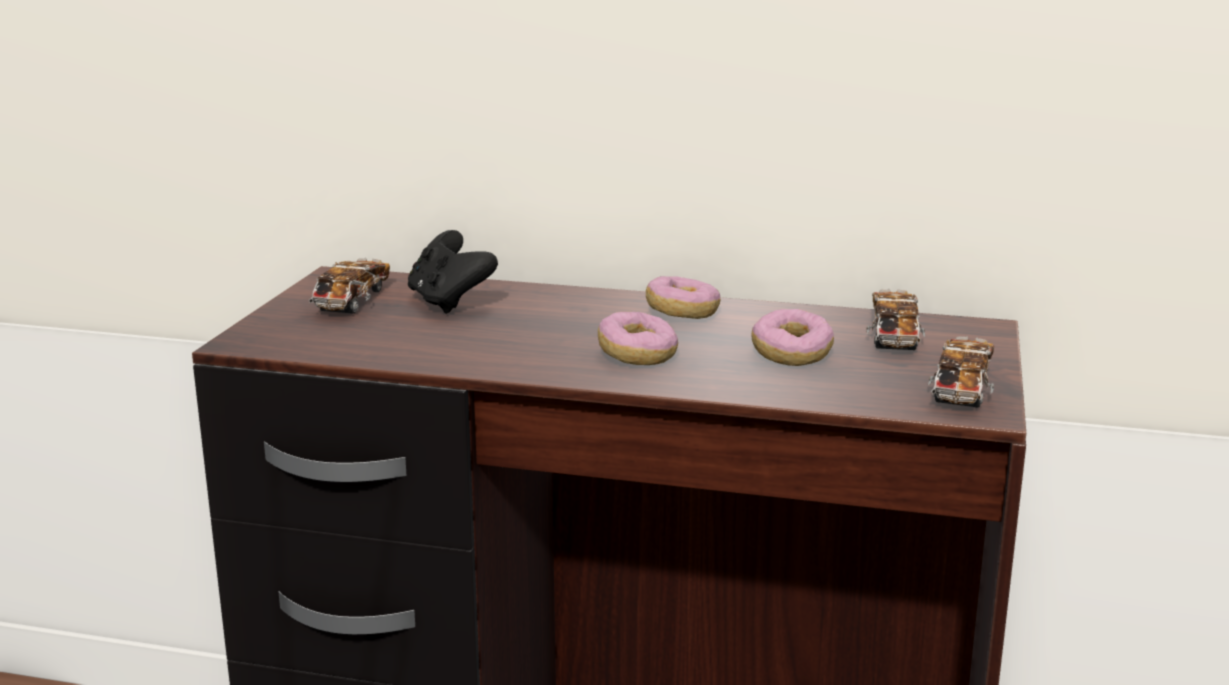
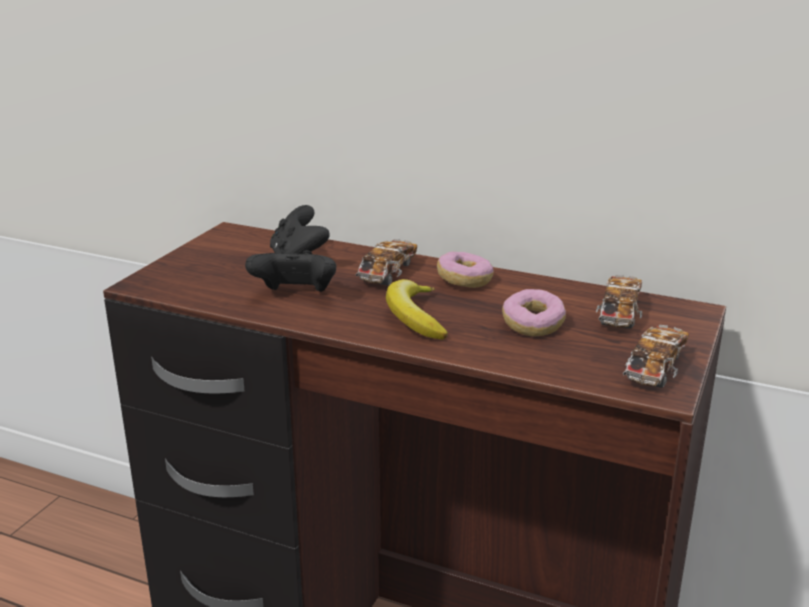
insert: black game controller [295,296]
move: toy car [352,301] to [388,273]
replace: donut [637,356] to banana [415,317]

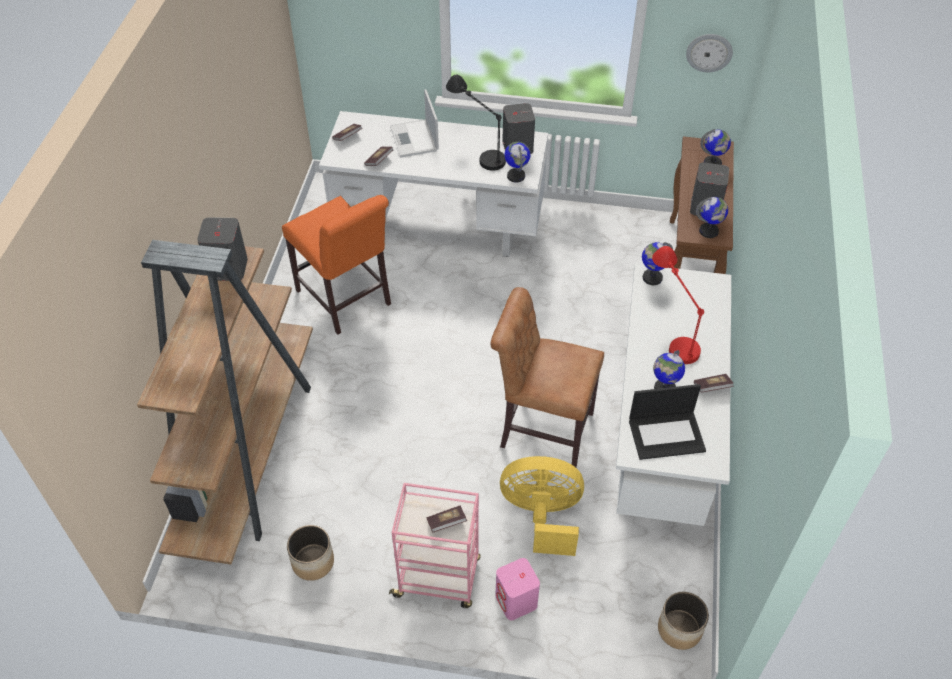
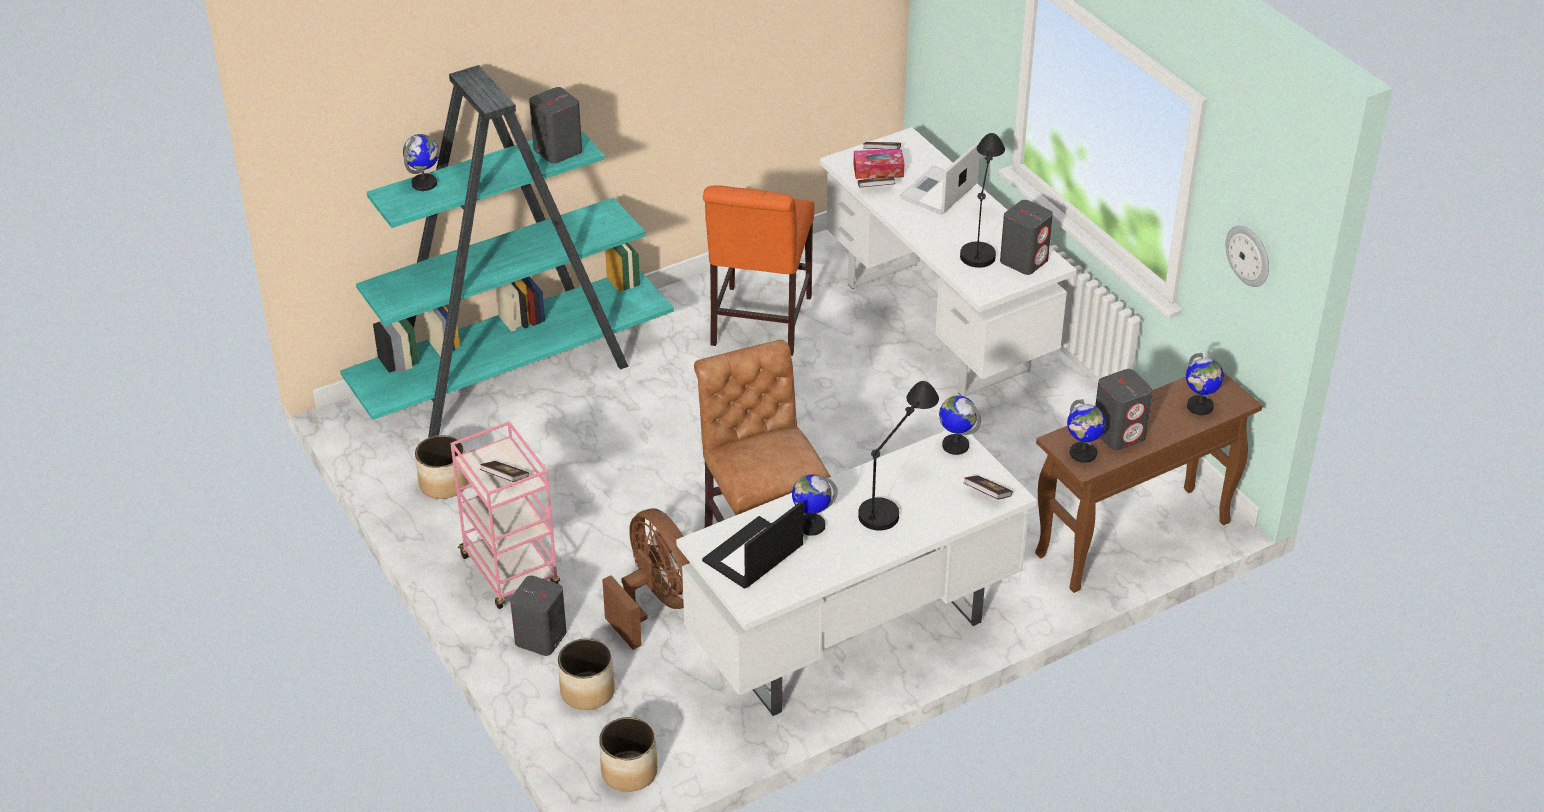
insert: planter [587,691]; tissue box [878,170]
move: globe [516,176] to [424,184]; book [712,387] to [987,494]
recolor: brown bookcase [248,451] to turquoise bookcase [514,374]; pink speaker [516,601] to grey speaker [540,638]; yellow fan [542,516] to brown fan [656,604]; red table lamp [671,331] to black table lamp [895,494]
rotate: laptop [667,434] = [753,555] 90 degrees clockwise

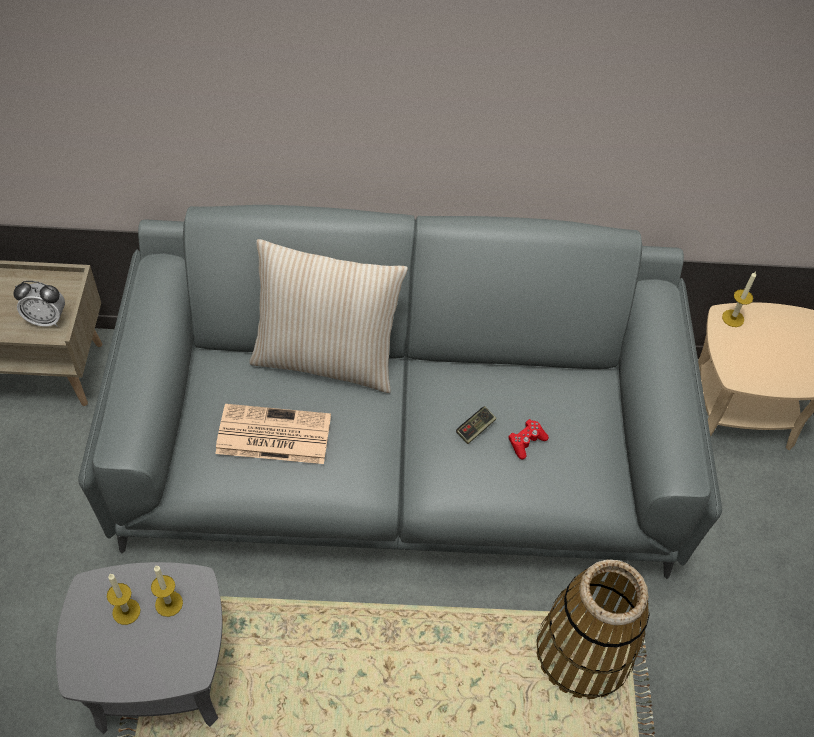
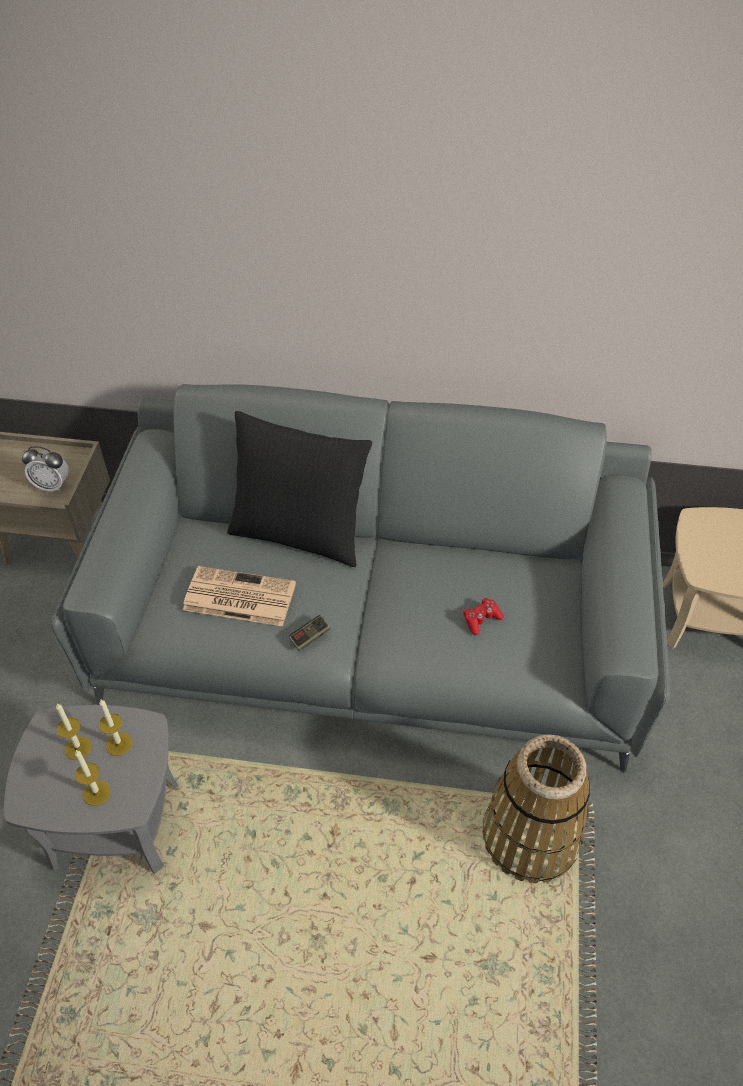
move: game controller [475,429] to [310,637]; candle [733,318] to [96,793]
recolor: beige pillow [326,359] to black pillow [299,533]

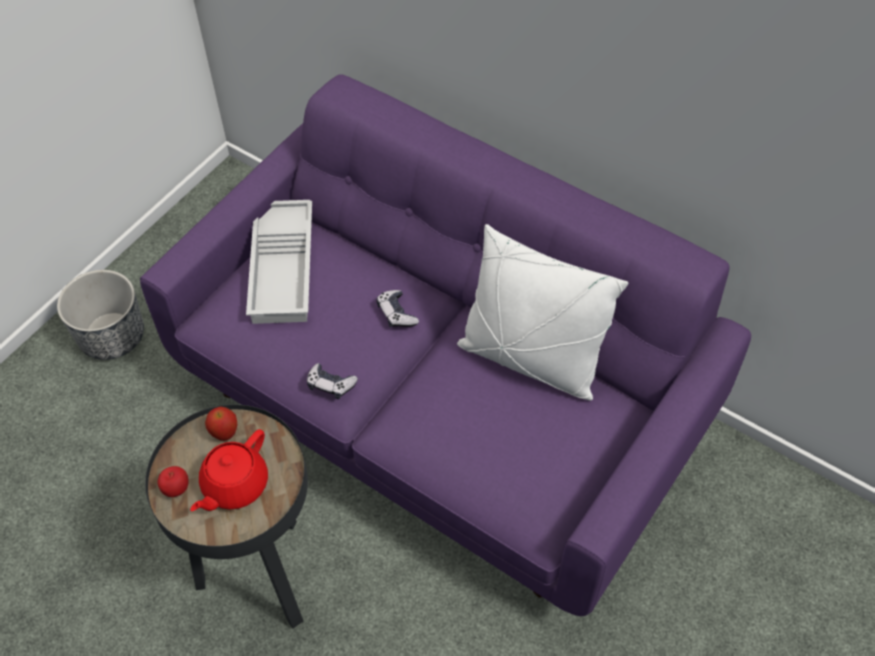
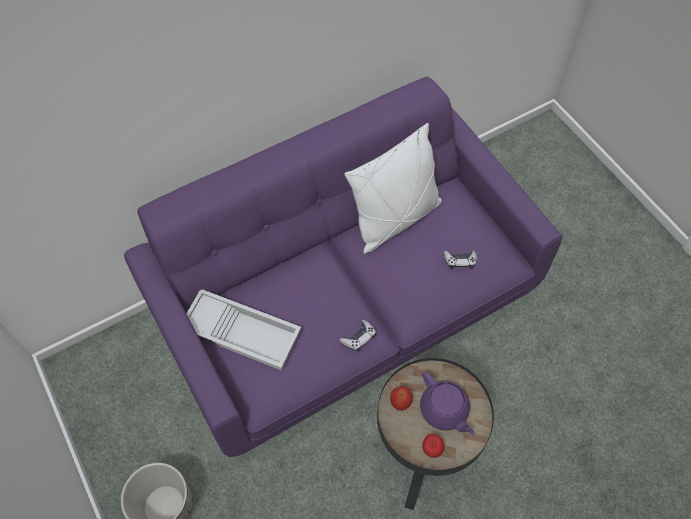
move: game controller [396,313] to [460,261]
recolor: red teapot [234,485] to purple teapot [444,410]

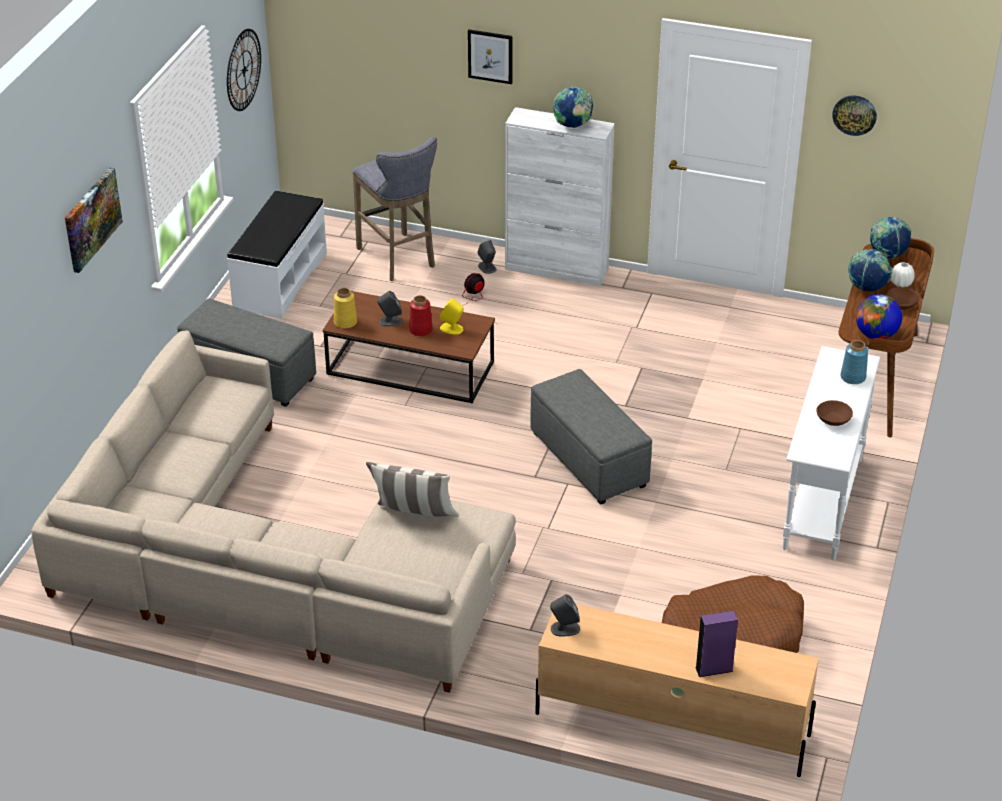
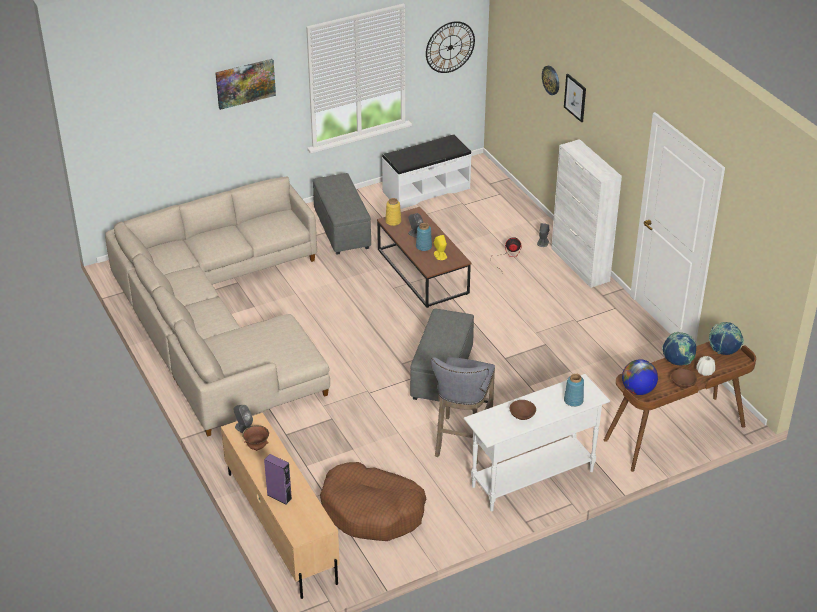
delete: pillow [414,519]; globe [572,126]
insert: brown bowl [257,447]
move: grey stool [399,259] to [462,442]; wall clock [854,114] to [551,80]
recolor: red vase [420,330] to blue vase [424,246]

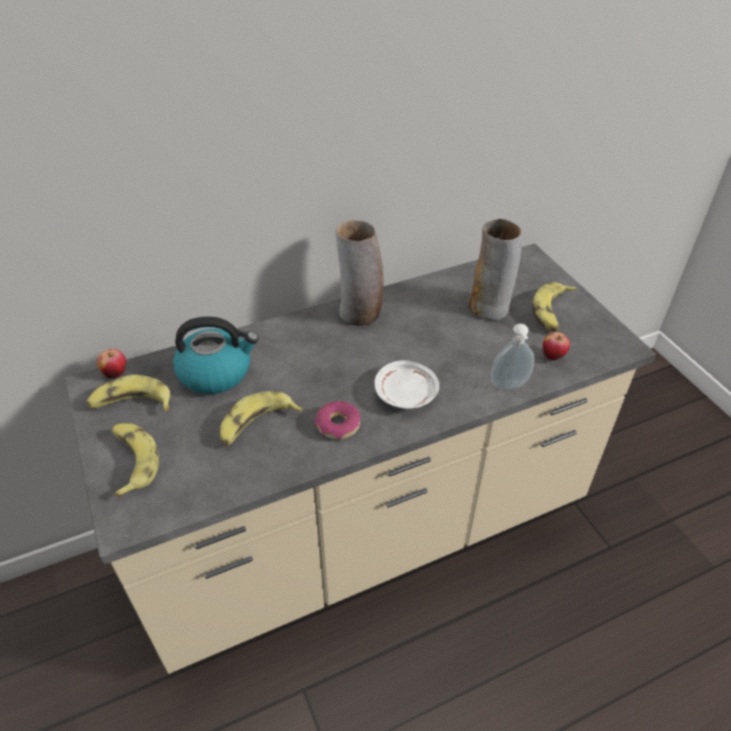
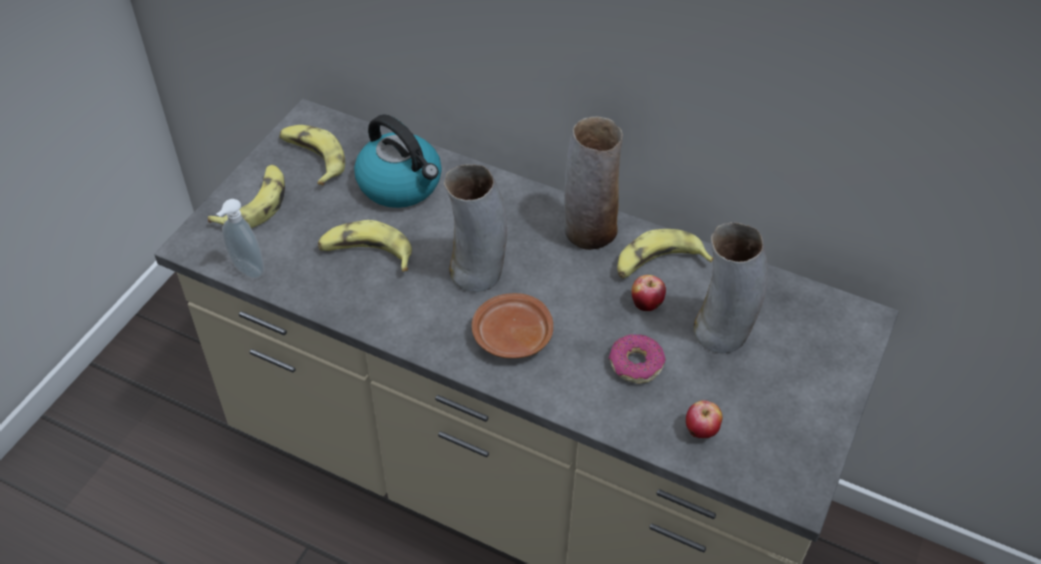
insert: vase [477,271]
move: apple [115,373] to [646,304]; donut [338,425] to [635,364]; soap dispenser [509,386] to [246,271]; banana [552,312] to [658,264]
recolor: white plate [406,393] to brown plate [512,336]

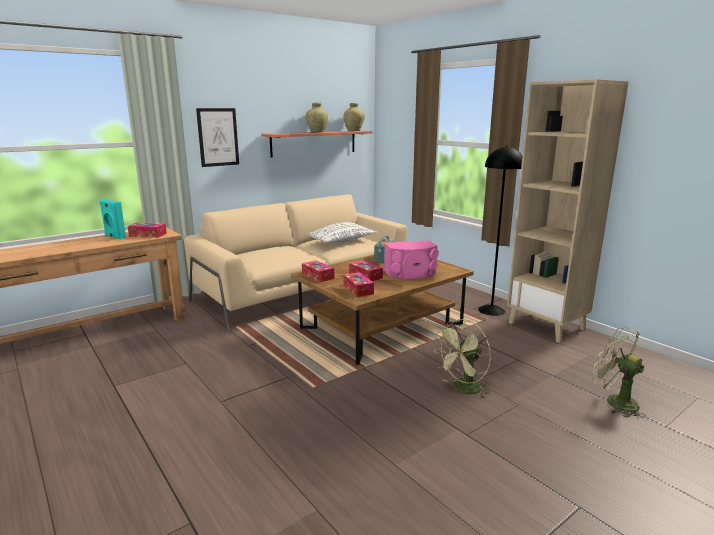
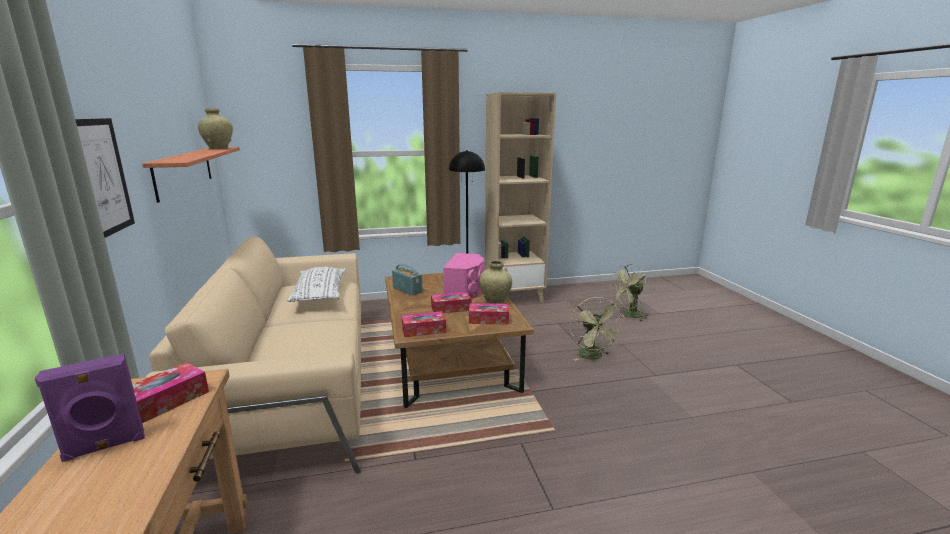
move: beige vase [317,132] to [495,301]
recolor: turquoise speaker [114,237] to purple speaker [105,447]

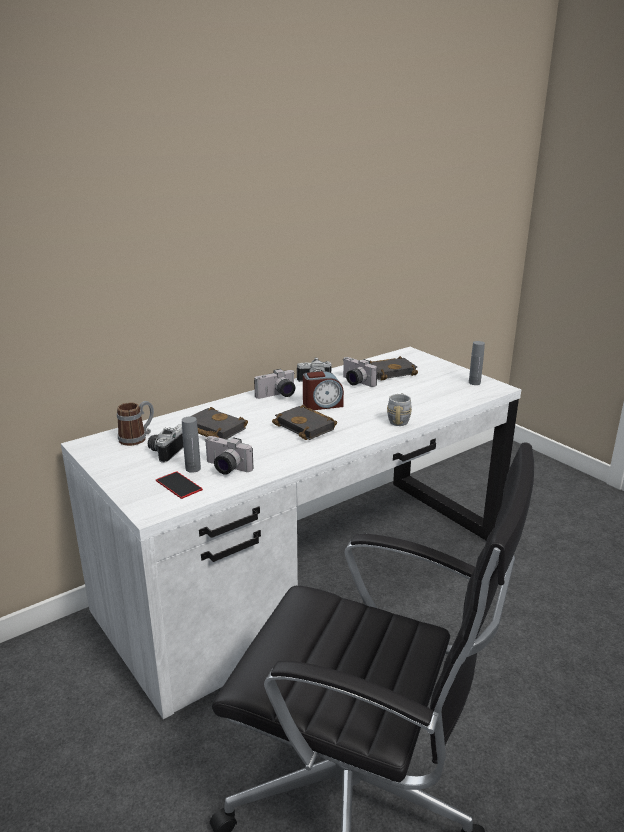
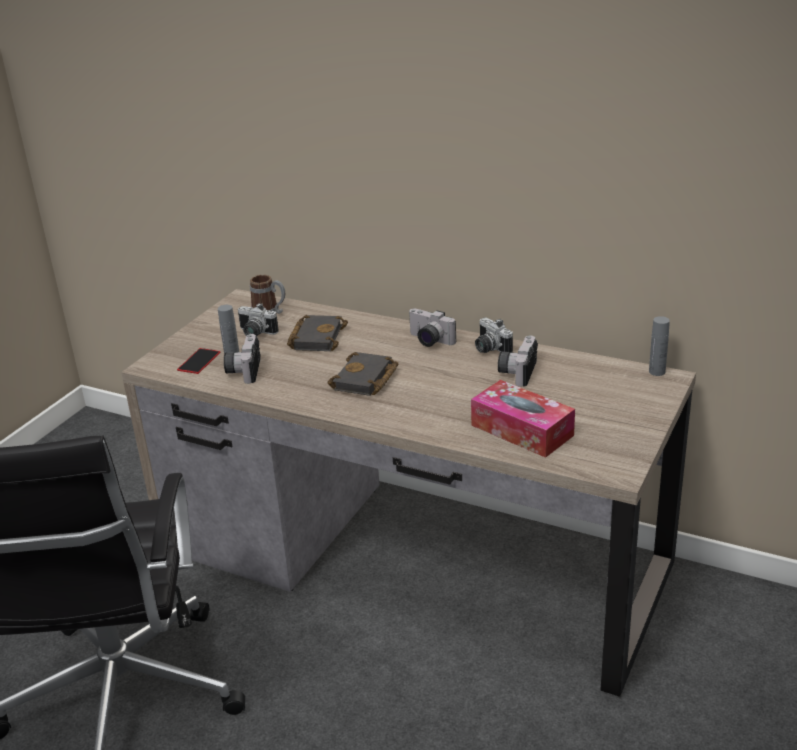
delete: alarm clock [322,405]; black book [391,372]; grey mug [399,419]
insert: tissue box [522,430]
move: grey bottle [474,383] to [657,371]
recolor: white desk [310,574] to brown desk [411,558]
rotate: photo camera [165,451] = [255,333] 150 degrees counterclockwise

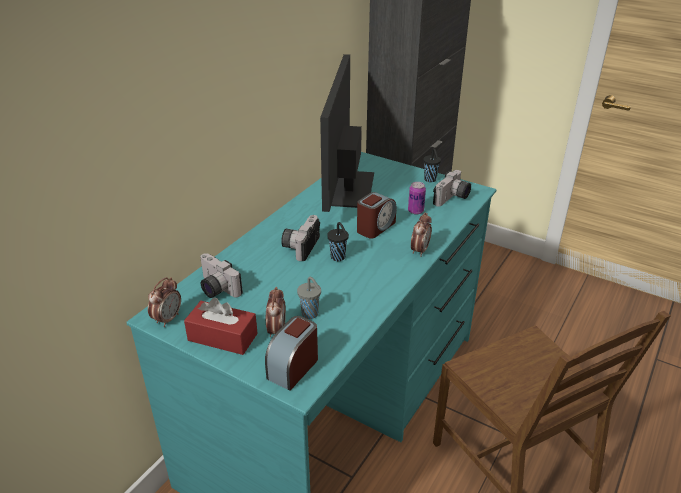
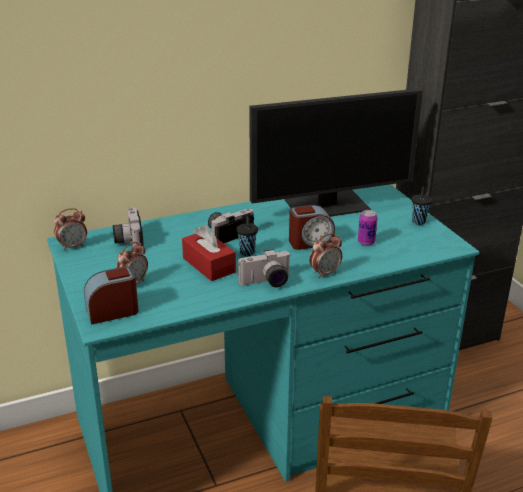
delete: grey cup [311,314]
move: red tissue box [222,337] to [209,265]; photo camera [452,199] to [266,283]
rotate: monitor [348,189] = [328,205] 150 degrees counterclockwise

